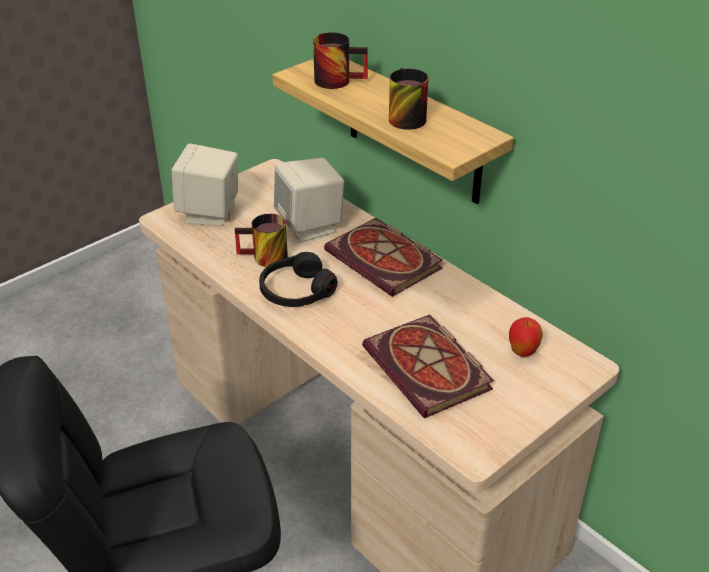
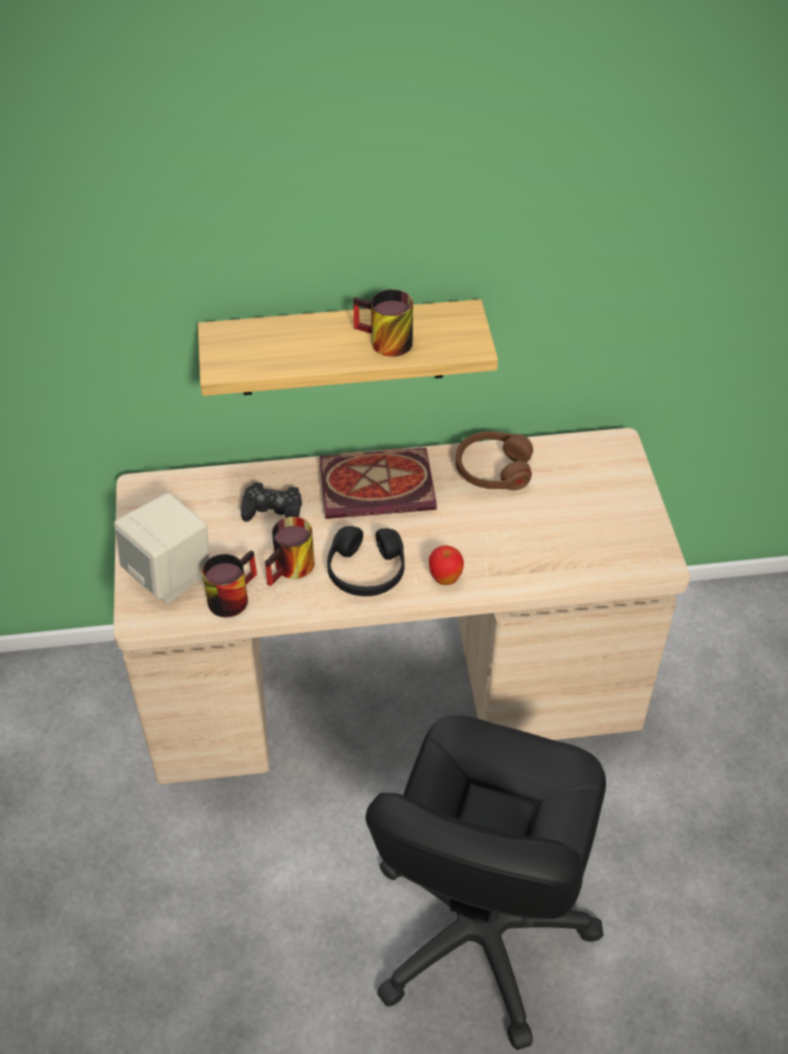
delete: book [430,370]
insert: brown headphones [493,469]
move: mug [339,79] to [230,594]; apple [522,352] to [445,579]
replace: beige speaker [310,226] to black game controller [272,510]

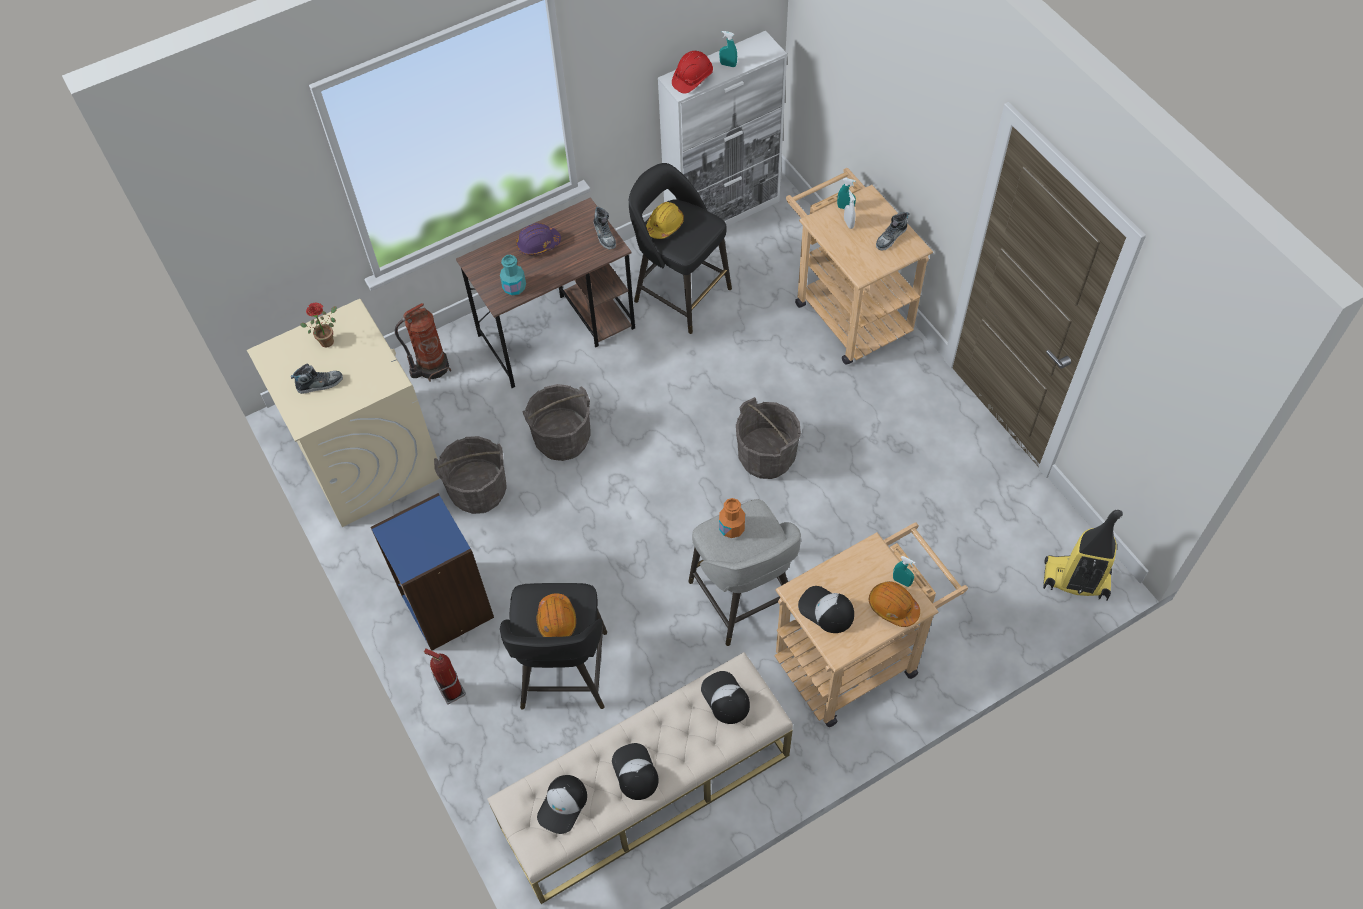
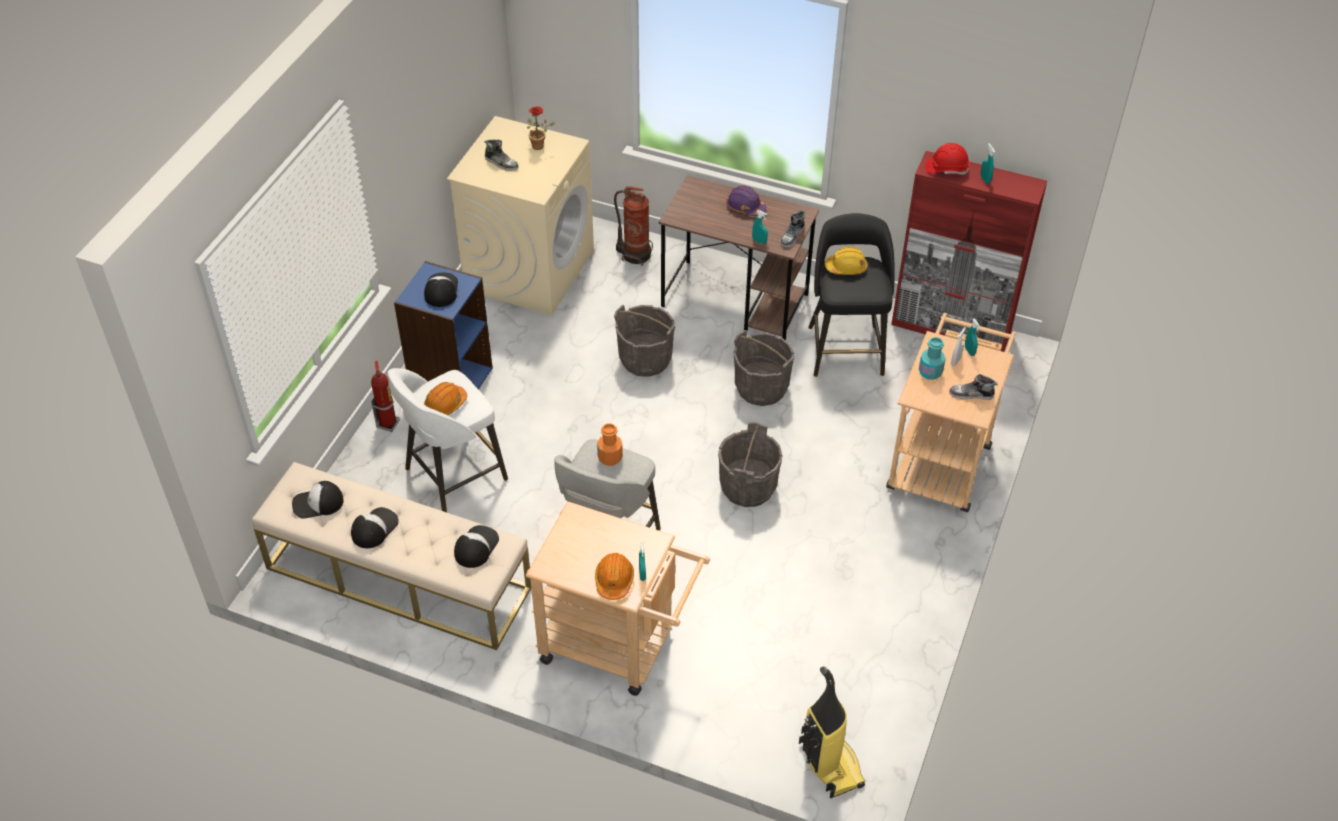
insert: turquoise spray bottle [759,241]
move: grey bucket [478,490] to [761,387]; turquoise bottle [514,287] to [930,372]; cap [826,610] to [441,290]
recolor: black stool [563,673] to white stool [453,475]; white cabinet [723,212] to red cabinet [951,328]

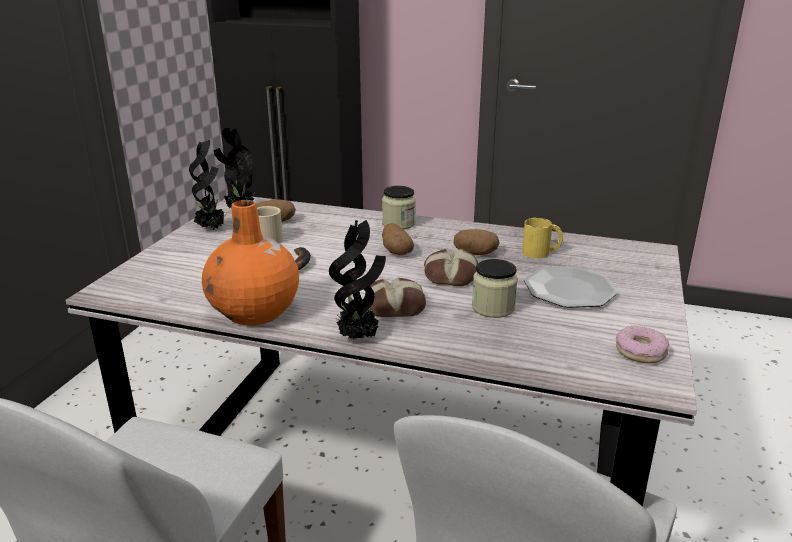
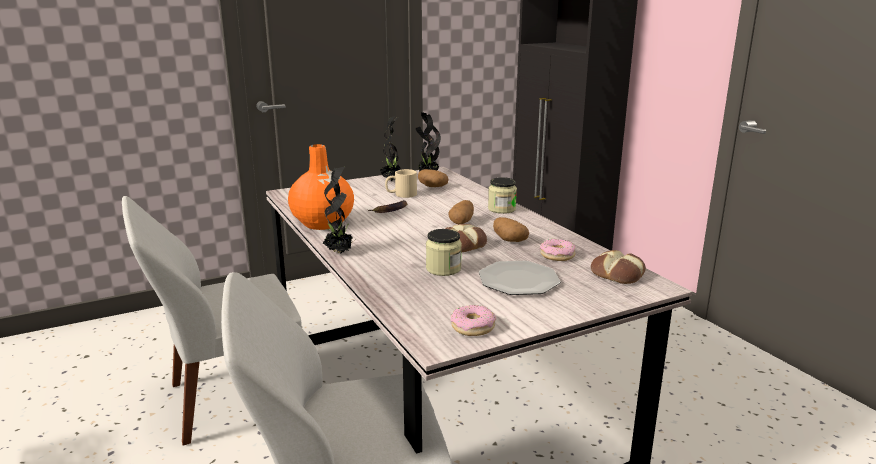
move: bread [395,305] to [618,274]
replace: yellow mug [541,252] to donut [557,255]

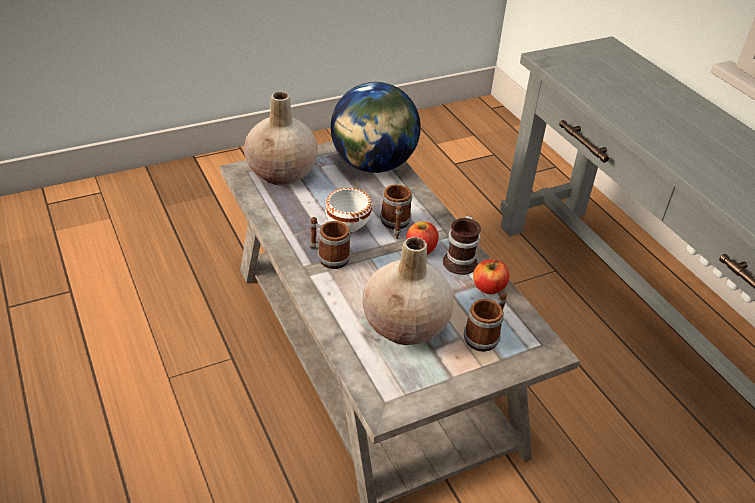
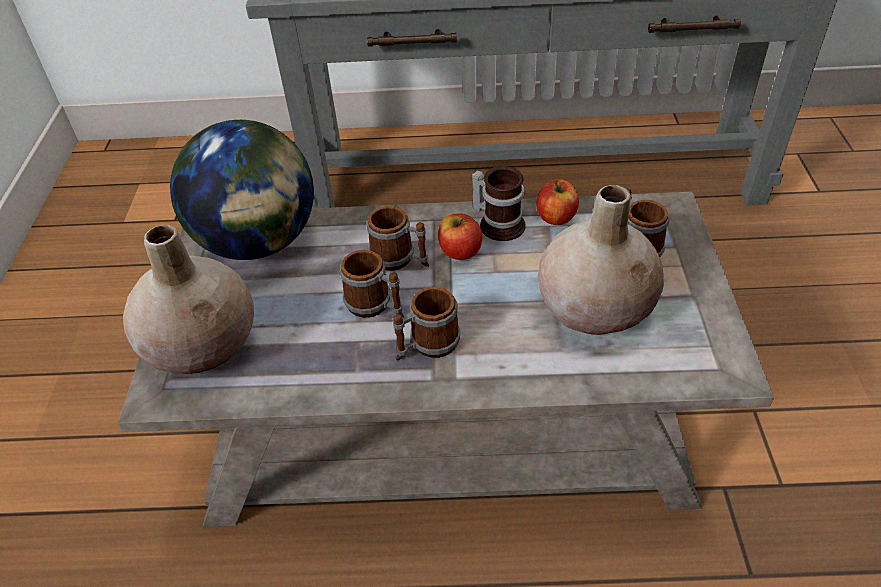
replace: white bowl [348,227] to mug [375,306]

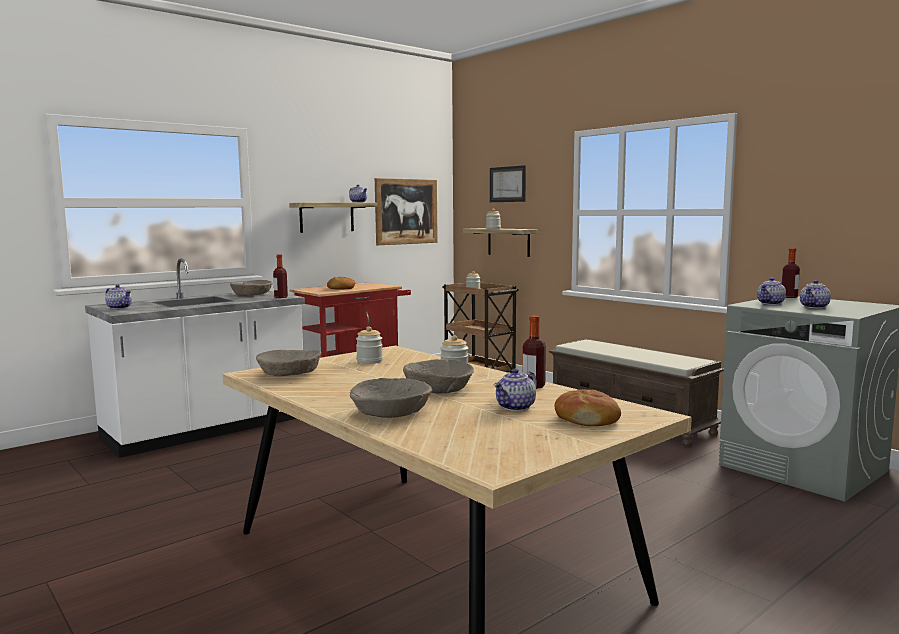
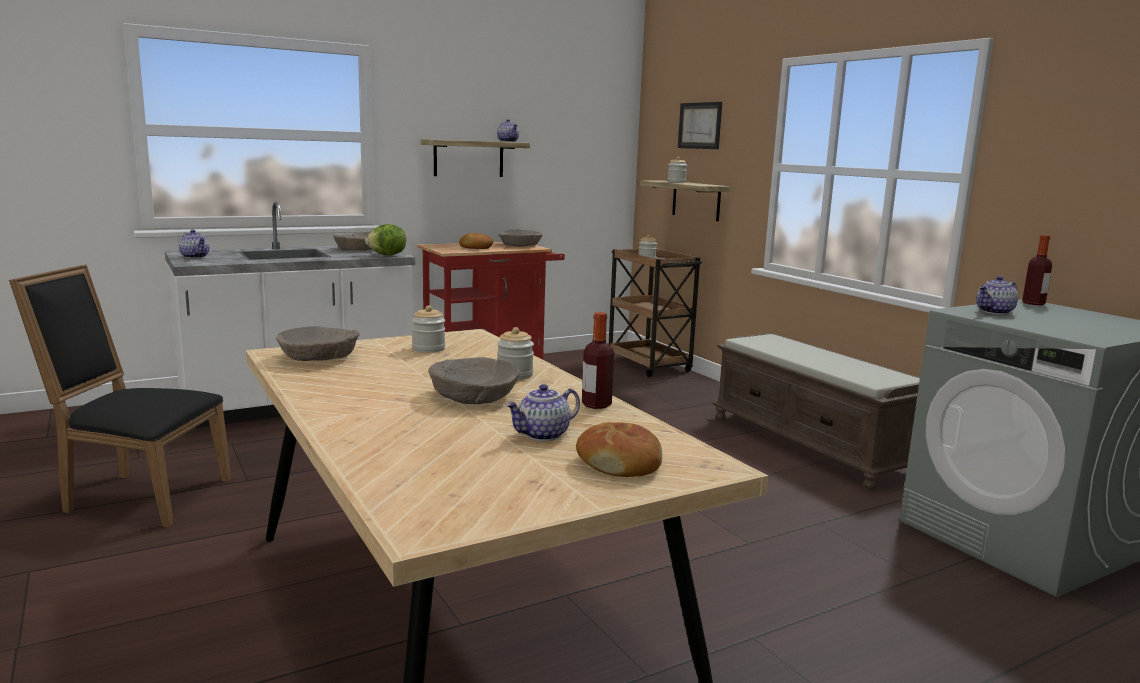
delete: picture [406,211]; teapot [814,307]
insert: black chair [140,496]
move: beige bowl [392,411] to [520,245]
replace: bottle [281,297] to lettuce [387,255]

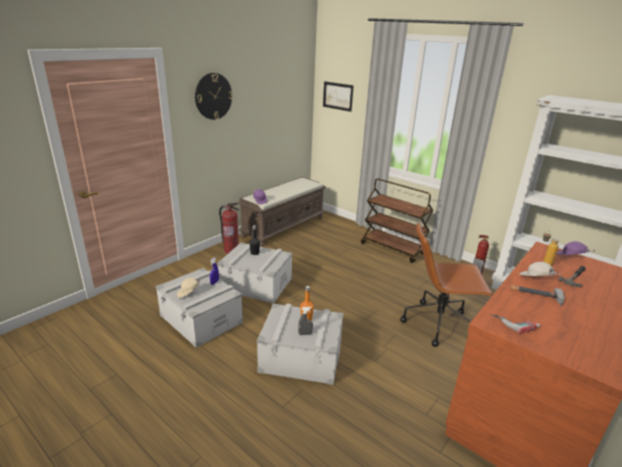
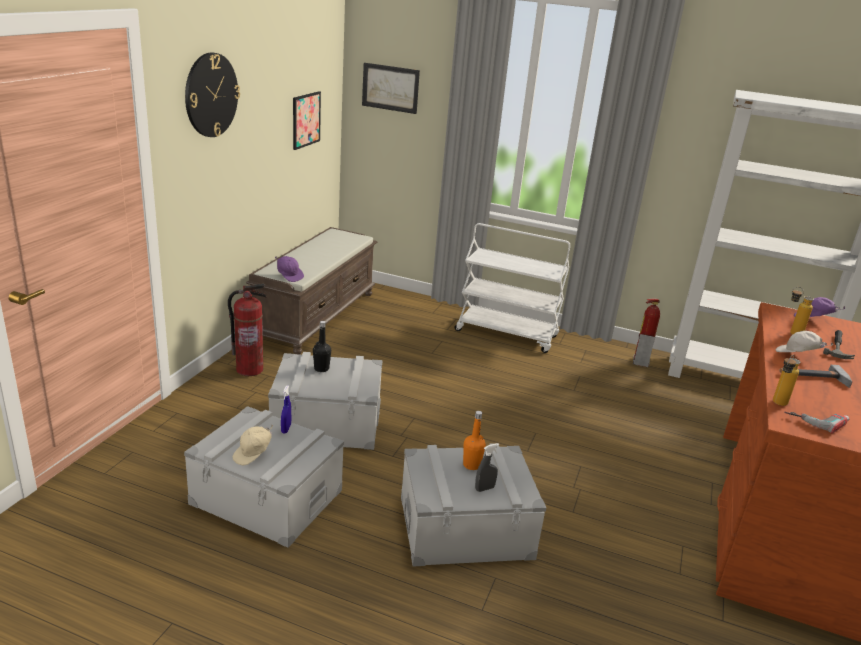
delete: brown office chair [439,323]
insert: picture [306,120]; bottle [777,404]
recolor: brown cart [393,249] to white cart [507,334]

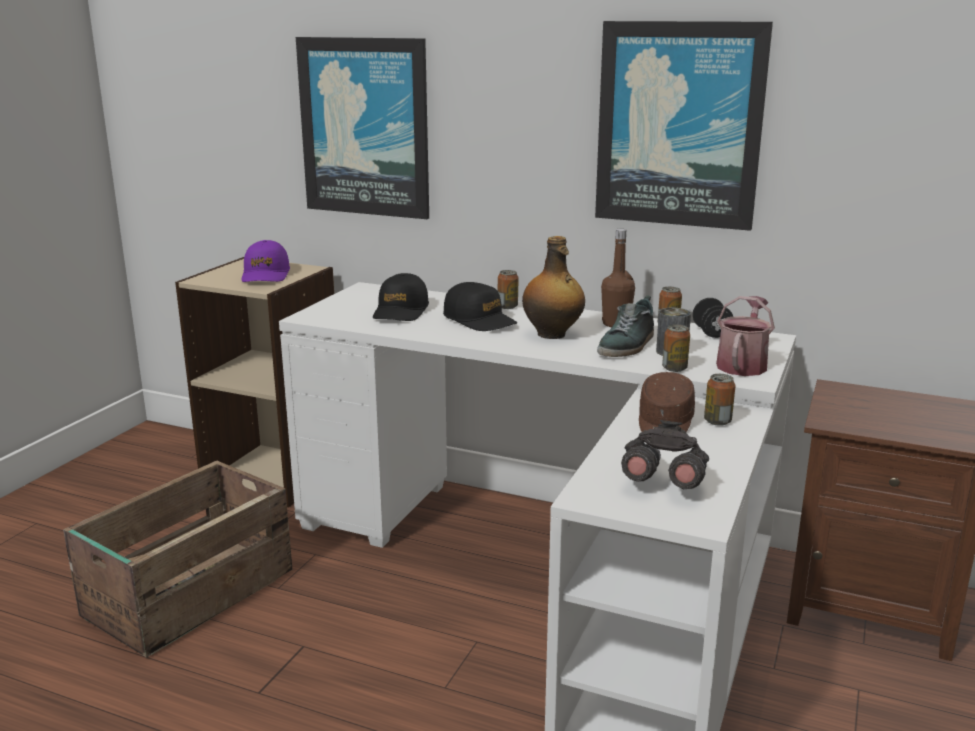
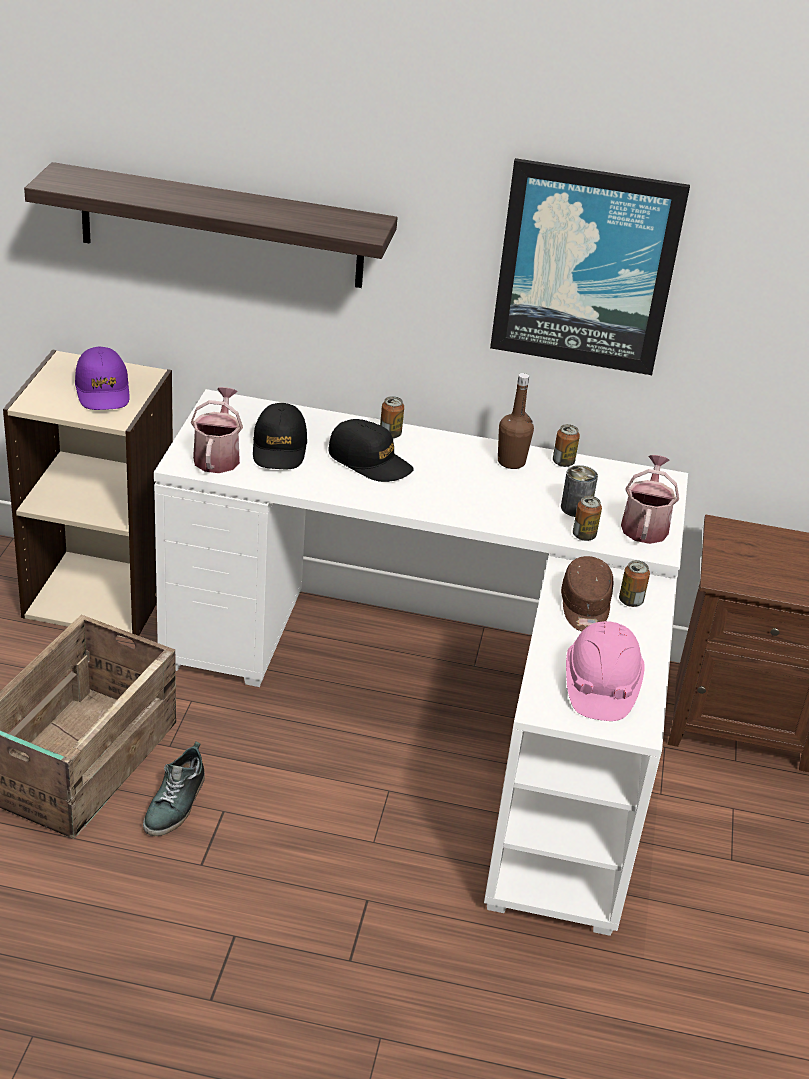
delete: bottle [552,334]; black dumbbell [711,333]
insert: watering can [217,456]
move: shoe [627,345] to [176,803]
replace: picture [365,127] to shelf [221,226]; grey binoculars [663,483] to pink hard hat [600,687]

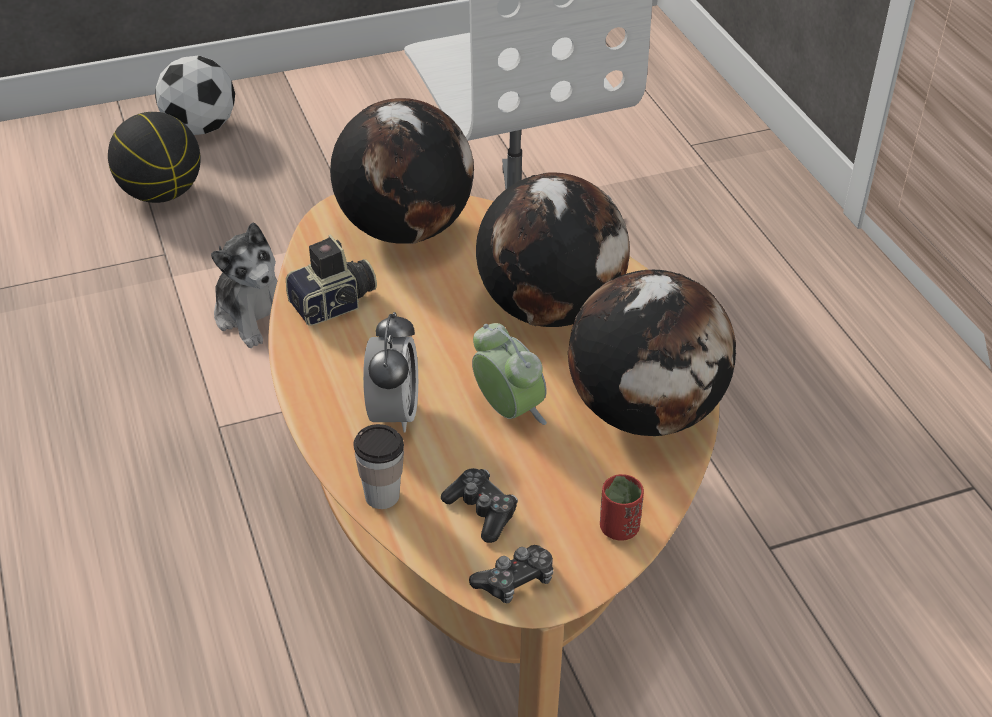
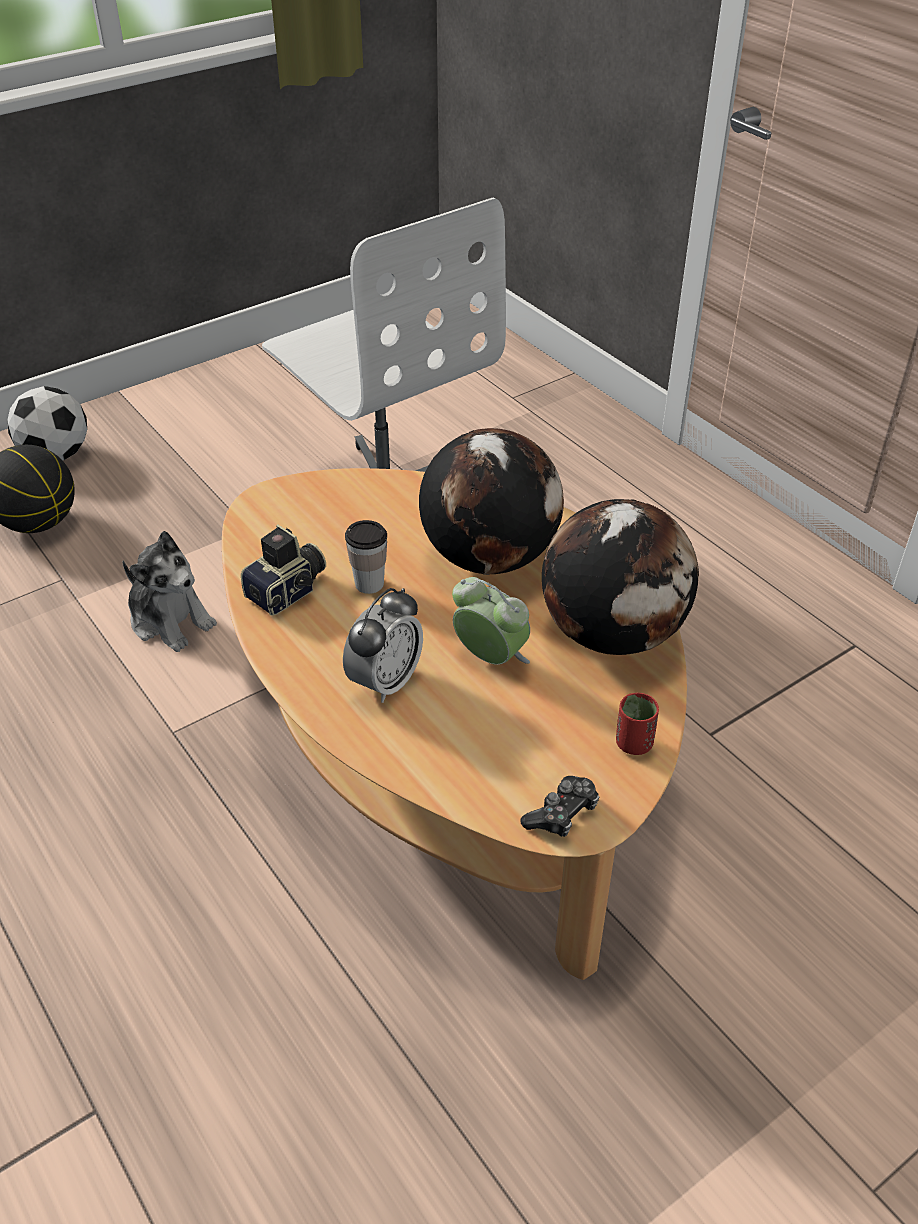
delete: globe [404,229]; game controller [482,511]
move: cup [382,496] to [369,584]
rotate: alarm clock [393,413] = [385,682] 45 degrees clockwise

